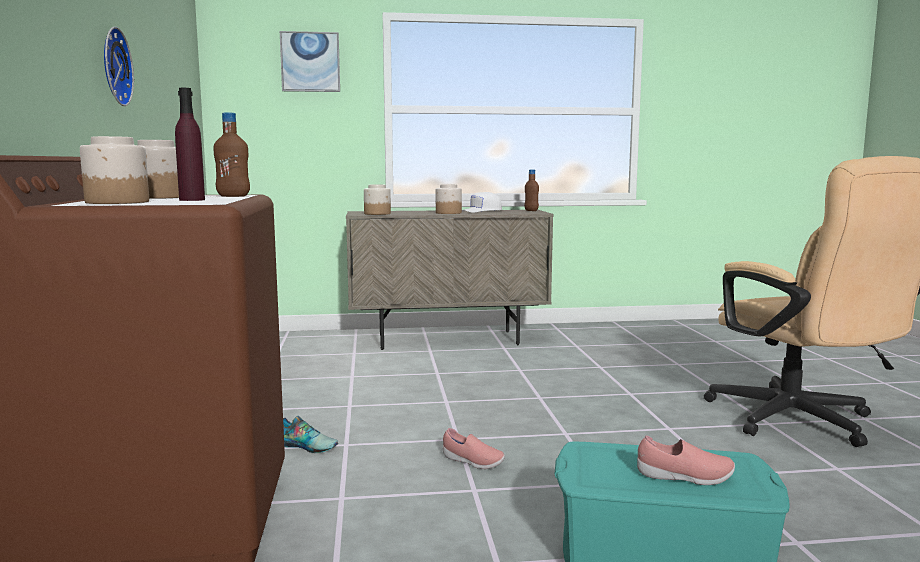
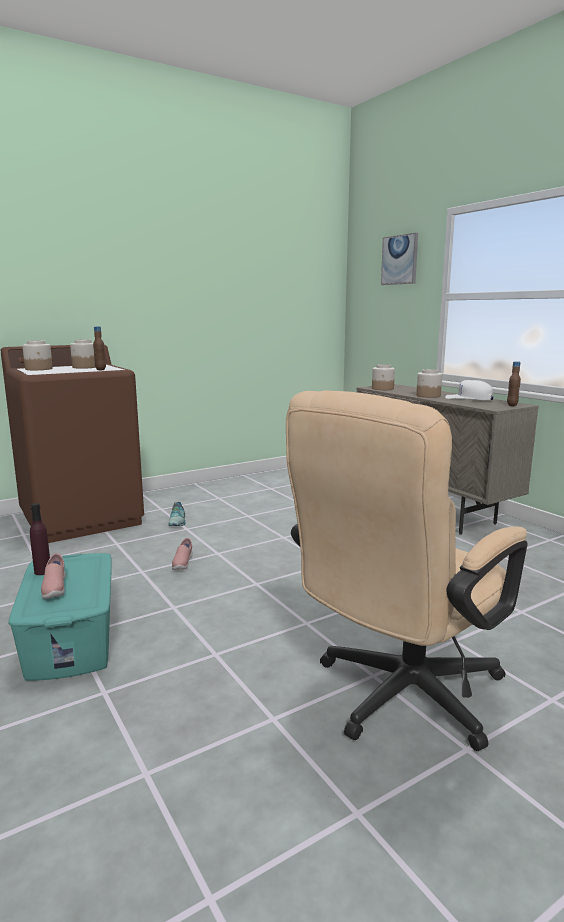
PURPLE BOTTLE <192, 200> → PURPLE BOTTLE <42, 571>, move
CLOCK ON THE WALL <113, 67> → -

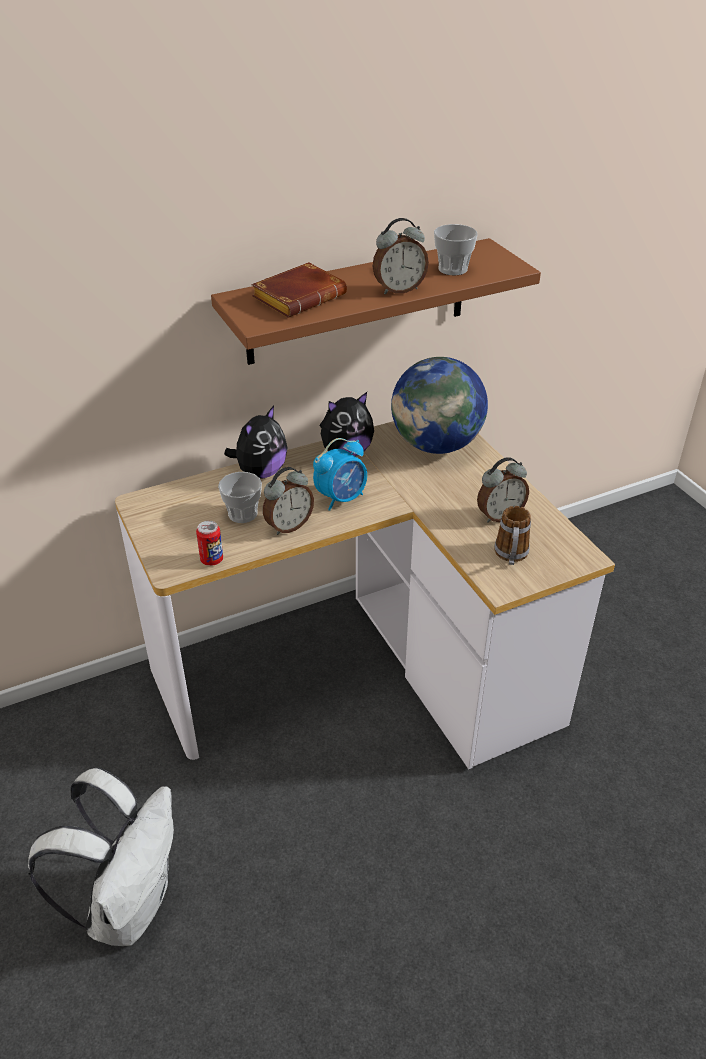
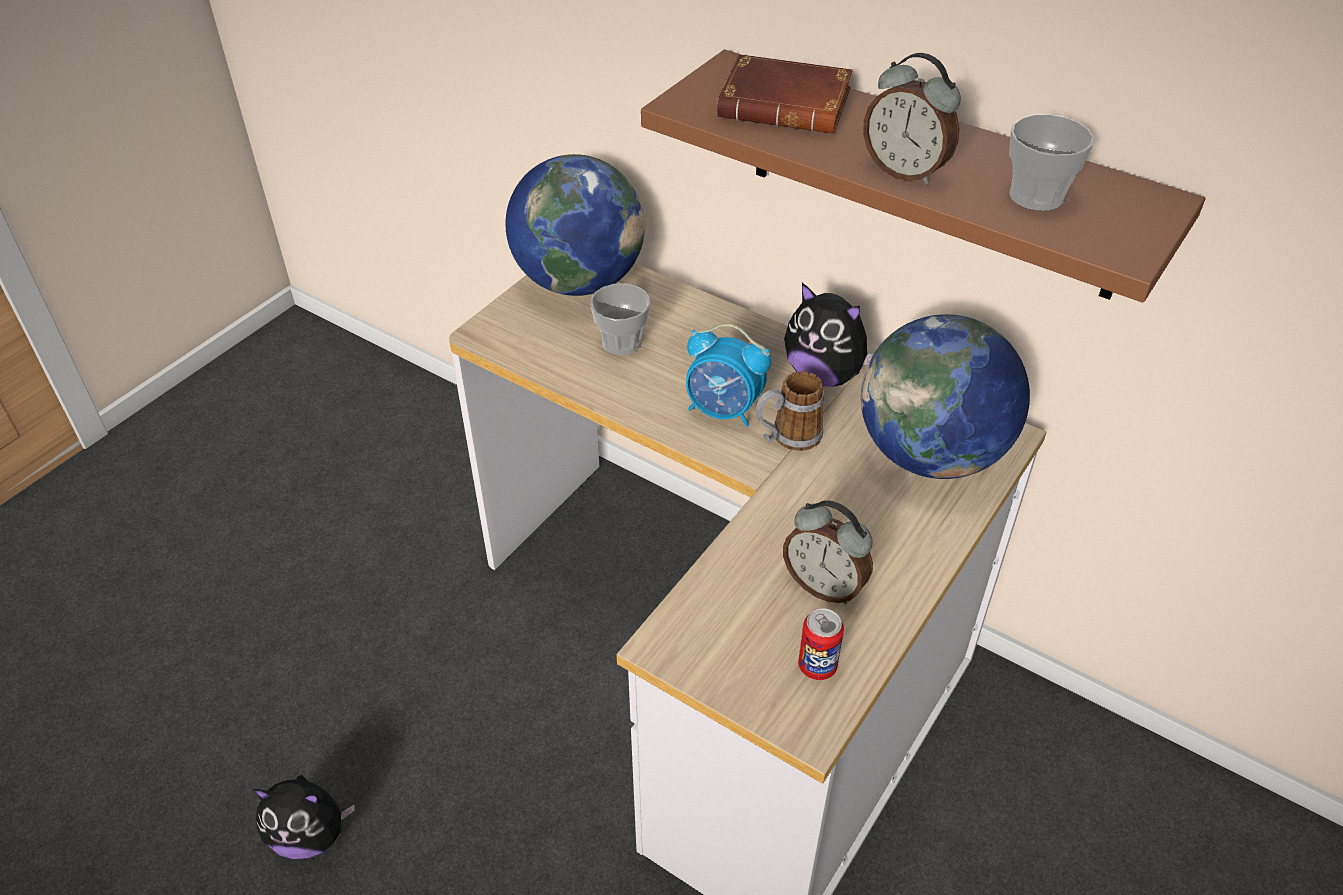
PLUSH TOY <260, 472> → PLUSH TOY <310, 835>, move
- → GLOBE <579, 281>
TEA MUG <511, 556> → TEA MUG <787, 438>, move
SEALED CAN <212, 560> → SEALED CAN <817, 666>, move
WHITISH RUCKSACK <128, 903> → -
BEDSIDE CLOCK <288, 526> → -

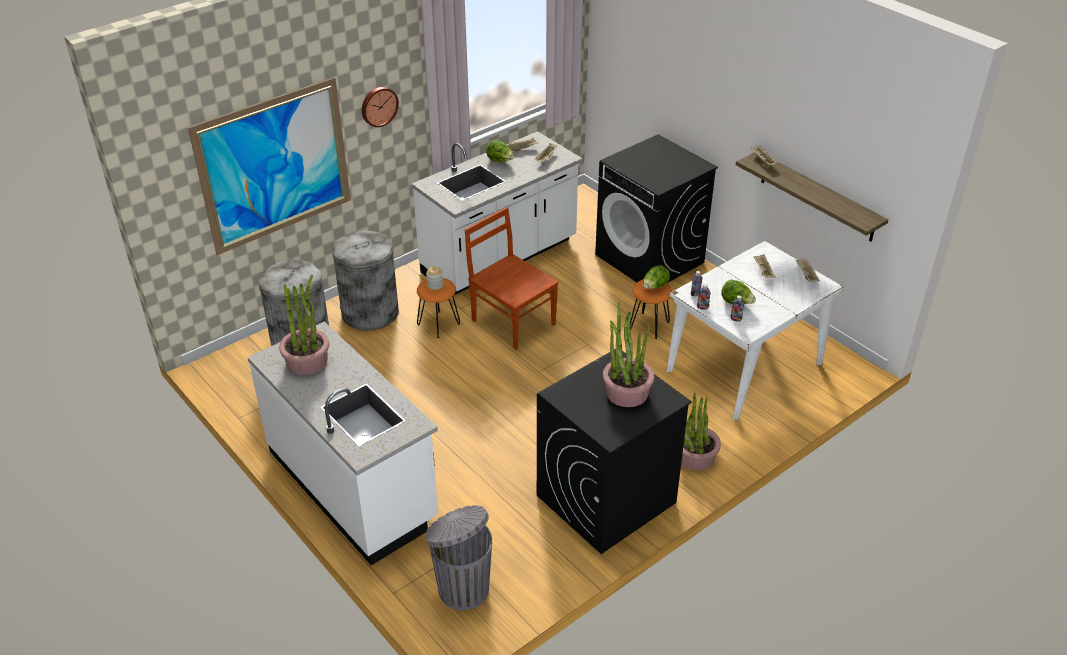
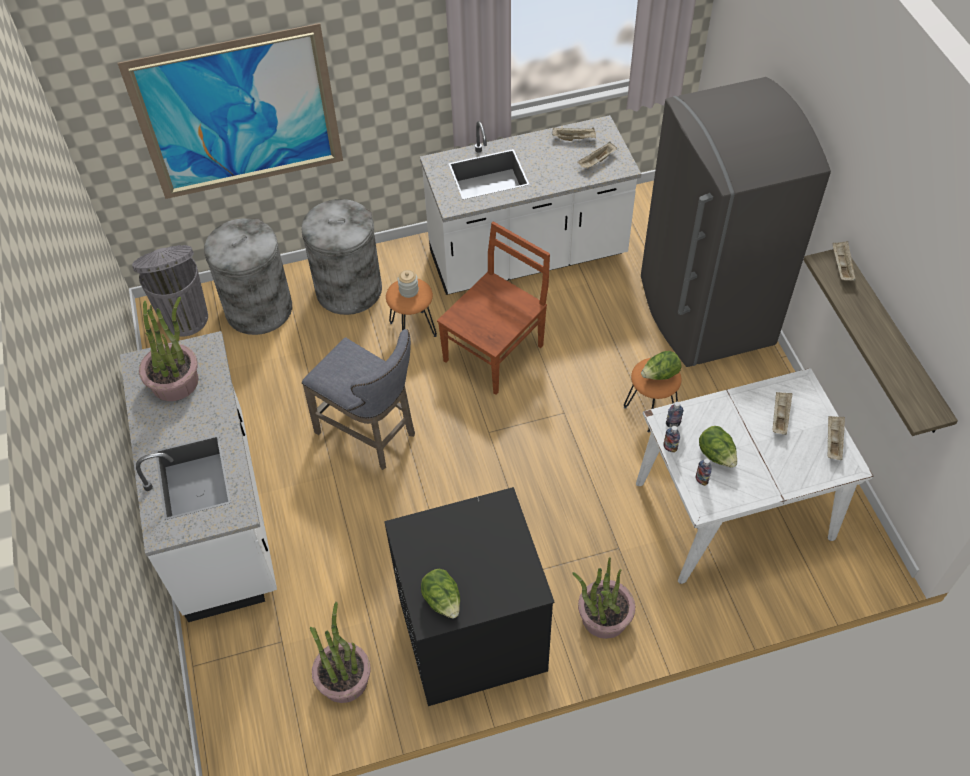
GREYISH TRASH CAN <462, 588> → GREYISH TRASH CAN <185, 317>, move
- → GREYISH STOOL SEAT <371, 434>
POTTED PLANT <626, 392> → POTTED PLANT <344, 679>, move
HEAD OF LETTUCE <500, 161> → HEAD OF LETTUCE <442, 600>, move
BROWN-COLOURED PLAIN CHAIR <512, 321> → BROWN-COLOURED PLAIN CHAIR <495, 351>, 60 degrees clockwise
BLACK-COLOURED WASHING MACHINE <650, 259> → GREYISH REFRIGERATOR <704, 312>
CLOCK ON THE WALL <378, 106> → -

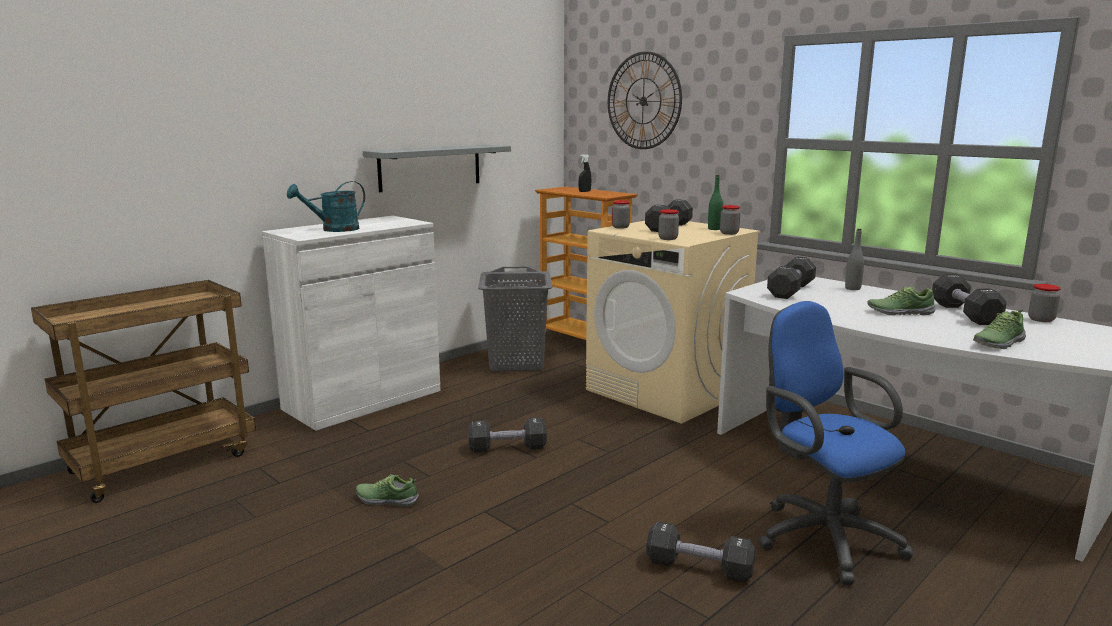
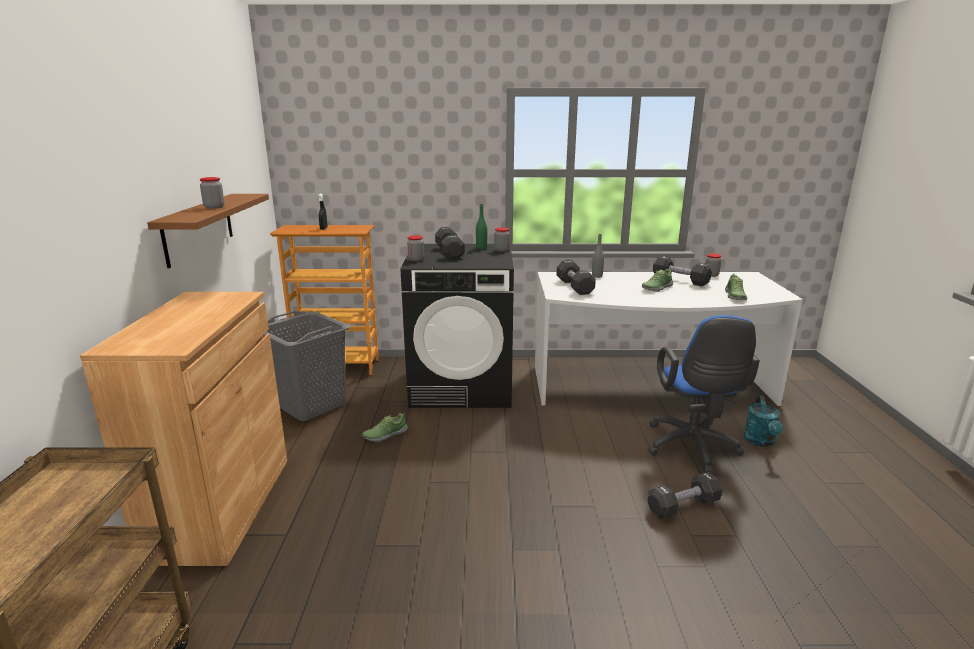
WHITISH CUPBOARD <363, 400> → BROWN-COLOURED CUPBOARD <221, 506>
GREYISH BRACKET SHELF <430, 167> → BROWN-COLOURED BRACKET SHELF <199, 228>
JAR <668, 238> → JAR <214, 207>, move
ITEM OF FOOTWEAR <387, 500> → ITEM OF FOOTWEAR <385, 435>, move
BEIGE-COLOURED WASHING MACHINE <667, 391> → BLACK-COLOURED WASHING MACHINE <462, 385>
BLUE DESK CHAIR <821, 536> → BLUE DESK CHAIR <692, 449>, 105 degrees counterclockwise
BLUE-GREEN WATERING POT <334, 229> → BLUE-GREEN WATERING POT <761, 442>, move
BLACK-COLOURED DUMBBELL <507, 448> → -
CLOCK ON THE WALL <643, 101> → -

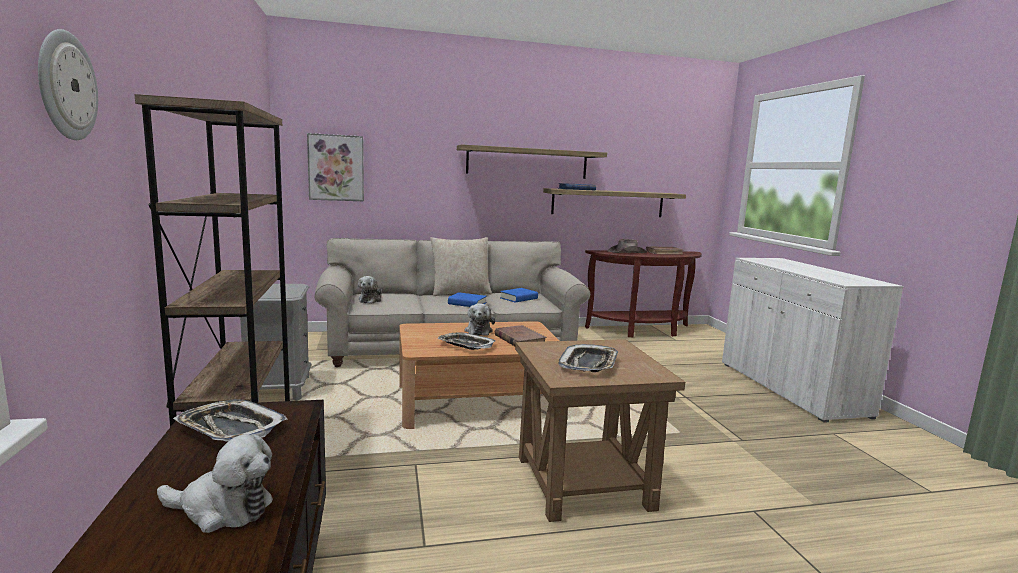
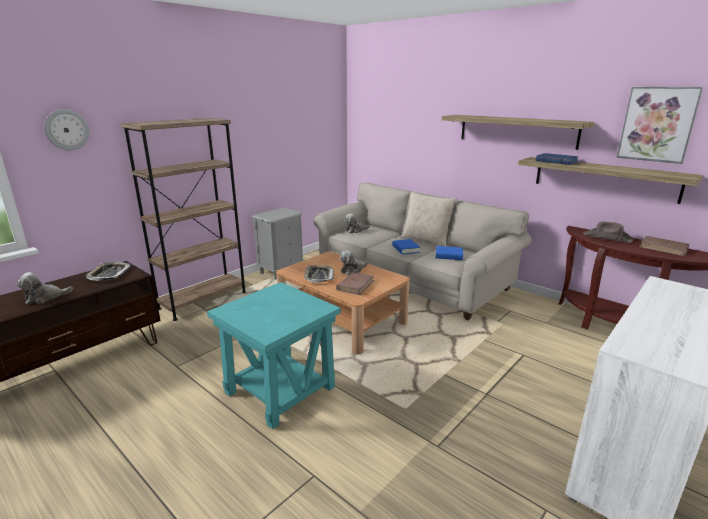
PLUSH TOY <222, 509> → PLUSH TOY <44, 297>, 90 degrees clockwise
BROWN-COLOURED ACCENT TABLE <584, 482> → BLUE-GREEN ACCENT TABLE <280, 390>
PICTURE <336, 168> → PICTURE <657, 124>, move
SERVING TRAY <589, 364> → -

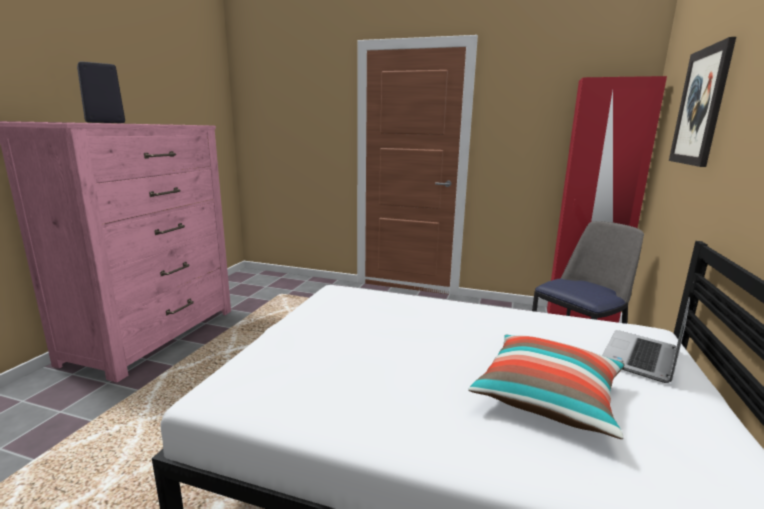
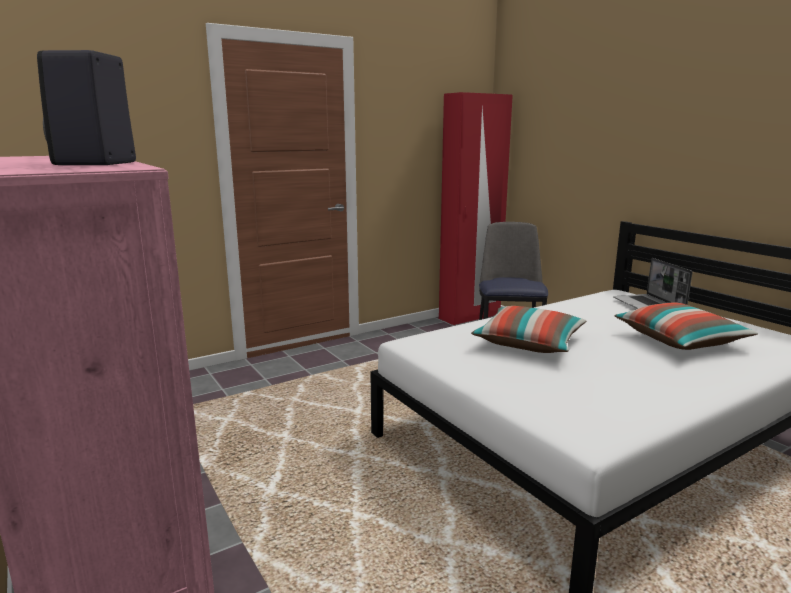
- → THROW PILLOW <529, 343>
PICTURE <700, 107> → -

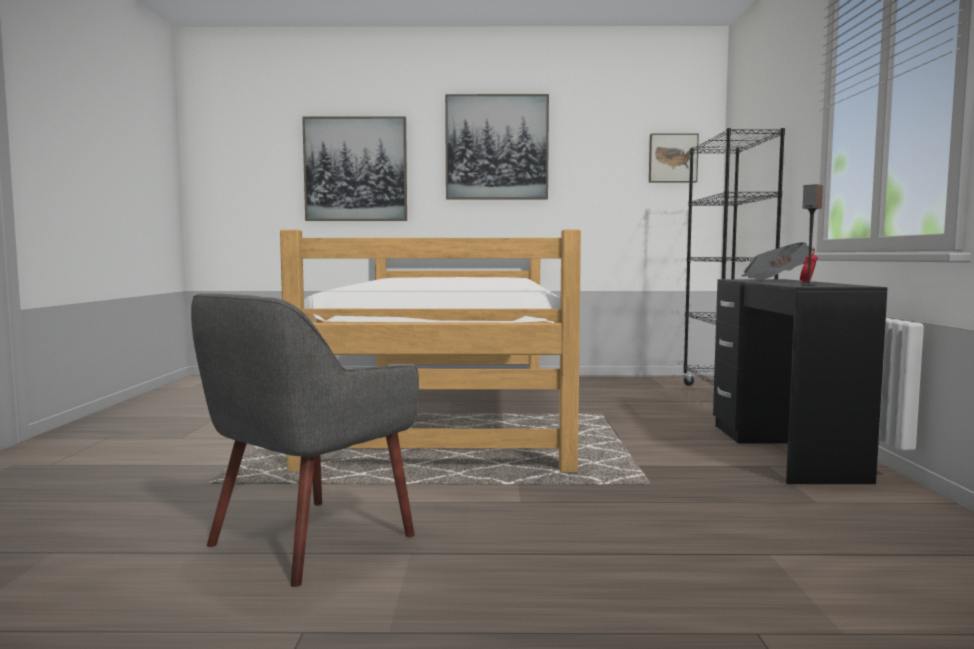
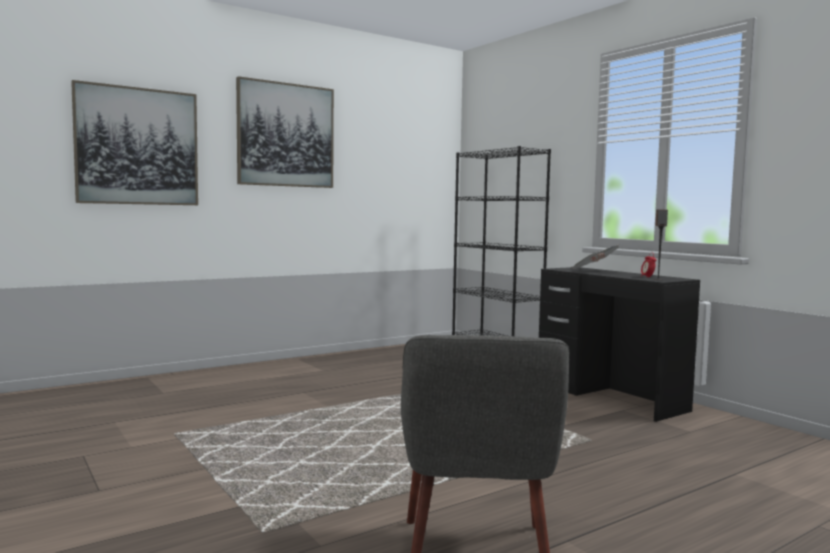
SLEEPING BED <450, 410> → -
PICTURE <672, 158> → -

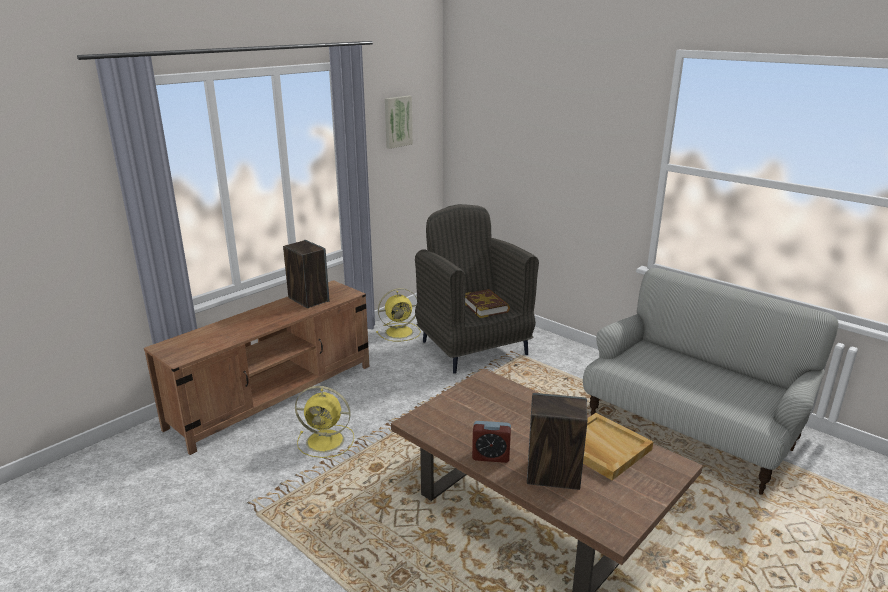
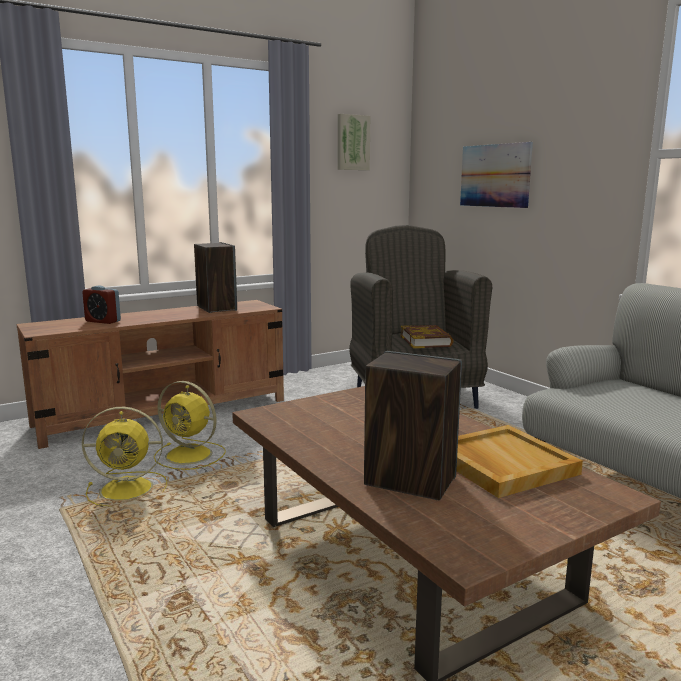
BEDSIDE CLOCK <491, 456> → BEDSIDE CLOCK <103, 321>, move
YELLOW-COLOURED FAN <400, 332> → YELLOW-COLOURED FAN <129, 489>, move
- → PICTURE <494, 175>

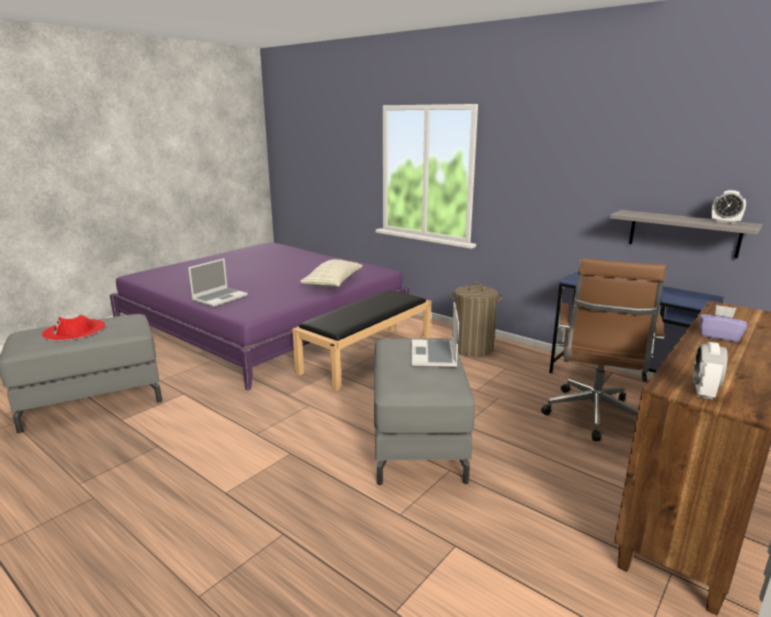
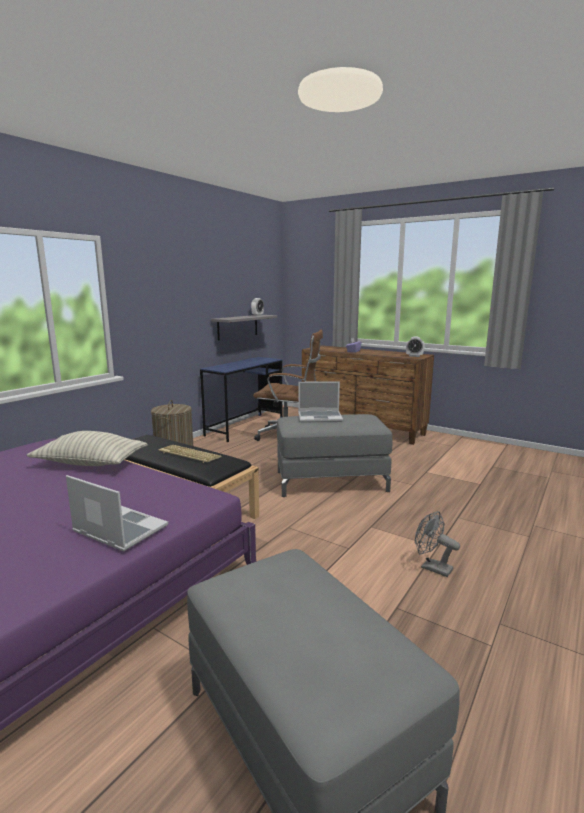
- → COMPUTER KEYBOARD <188, 455>
- → GREYISH FAN <432, 567>
RED WEARABLE HAT <74, 330> → -

